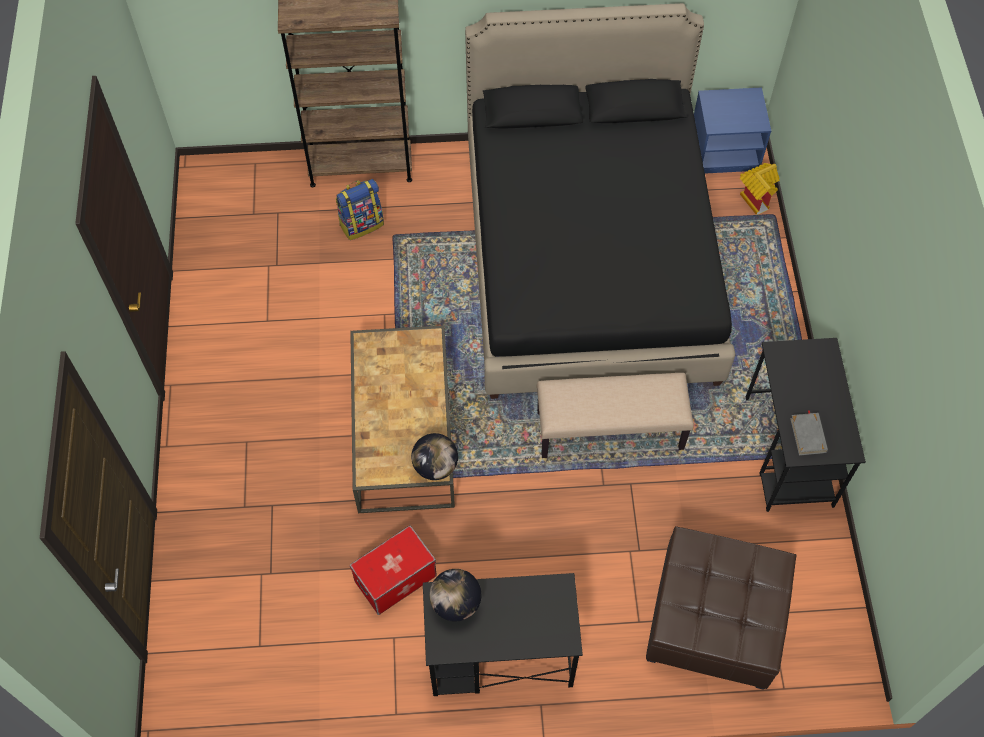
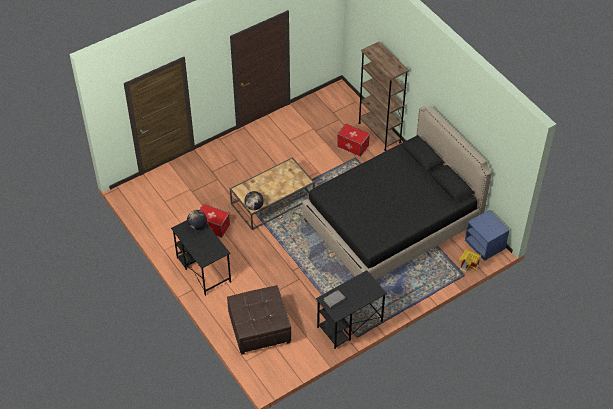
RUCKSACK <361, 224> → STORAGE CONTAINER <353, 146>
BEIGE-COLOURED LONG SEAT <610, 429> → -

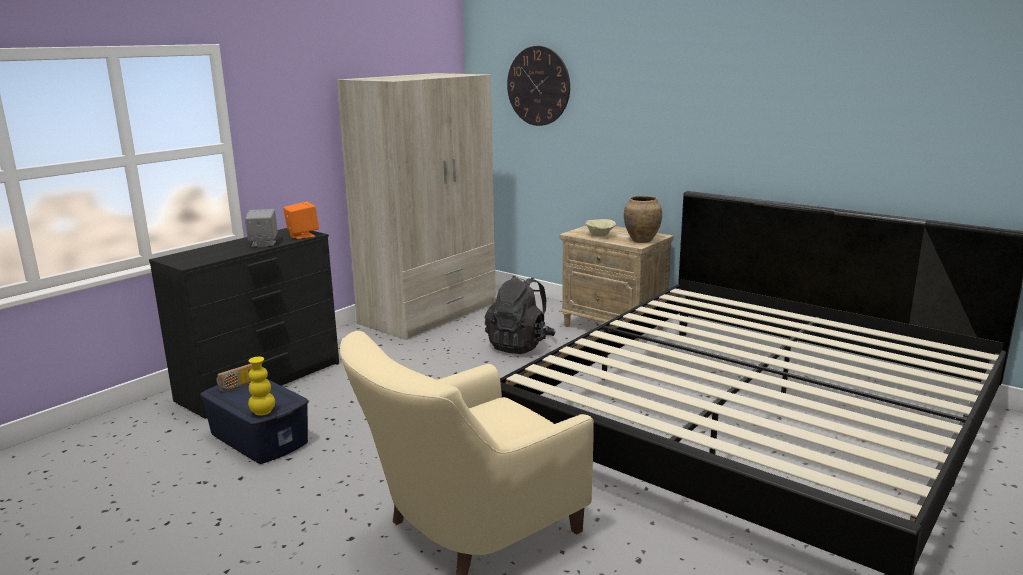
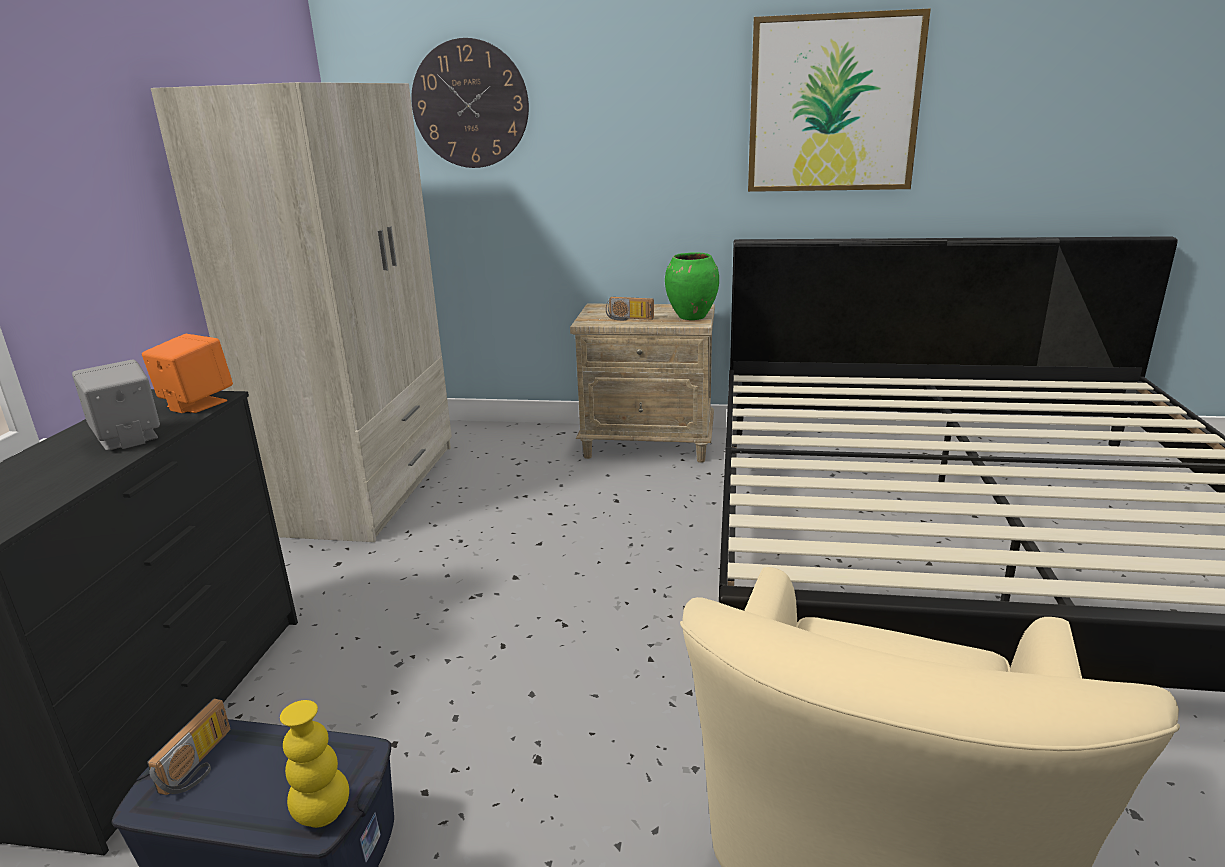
BEIGE-COLOURED BOWL <600, 235> → RADIO <628, 319>
BROWN-COLOURED VASE <641, 240> → GREENISH VASE <692, 317>
- → PICTURE <833, 104>
BLACK-COLOURED RUCKSACK <520, 345> → -

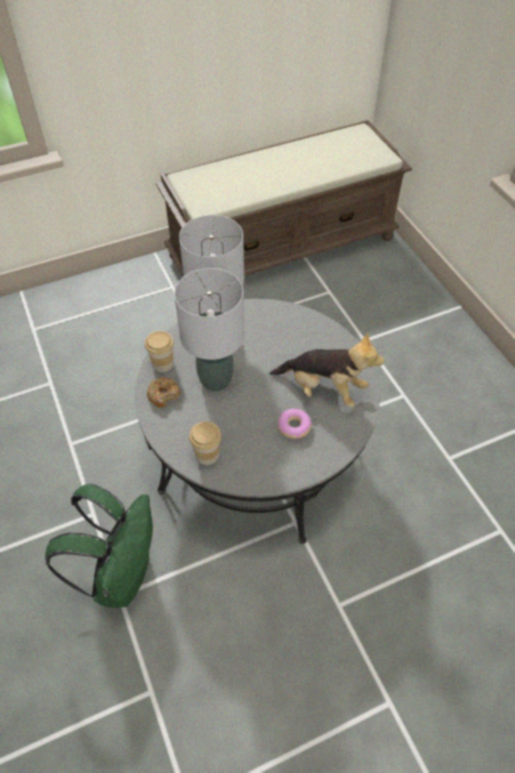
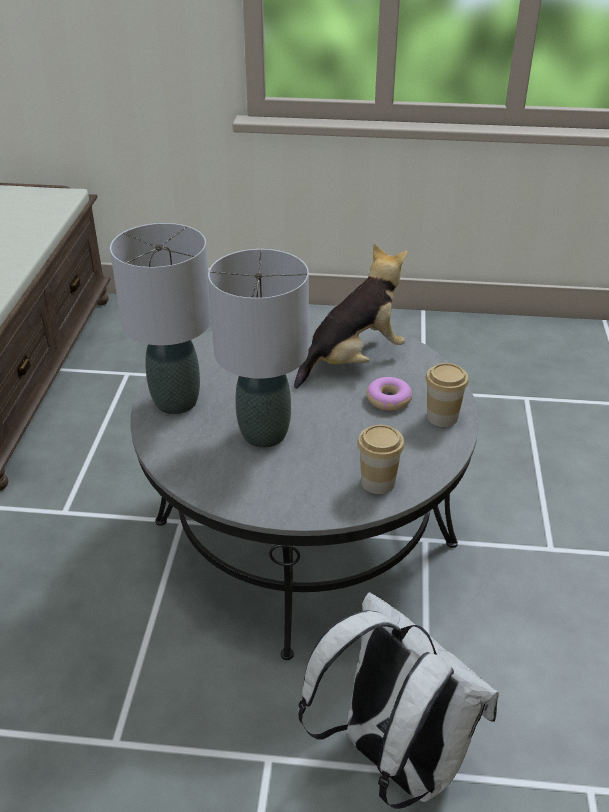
GREENISH RUCKSACK <121, 574> → WHITISH RUCKSACK <392, 758>
SMALL CUP <163, 364> → SMALL CUP <442, 417>, move
RING DOUGHNUT <163, 395> → -

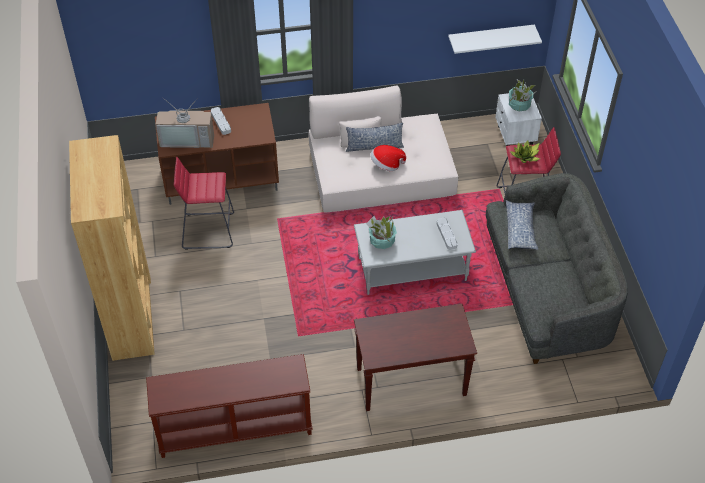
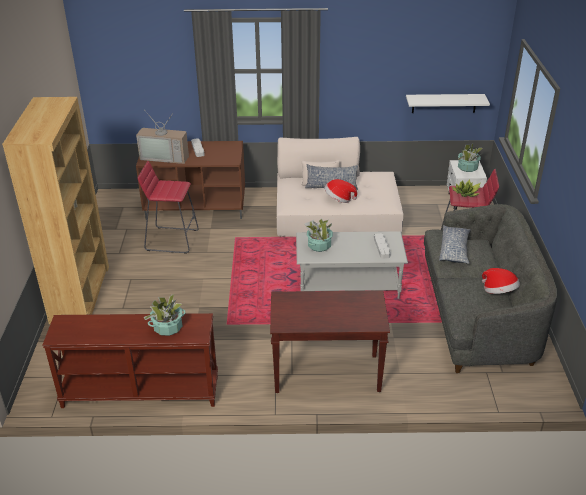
- → POTTED PLANT <168, 327>
- → WEARABLE HAT <499, 292>

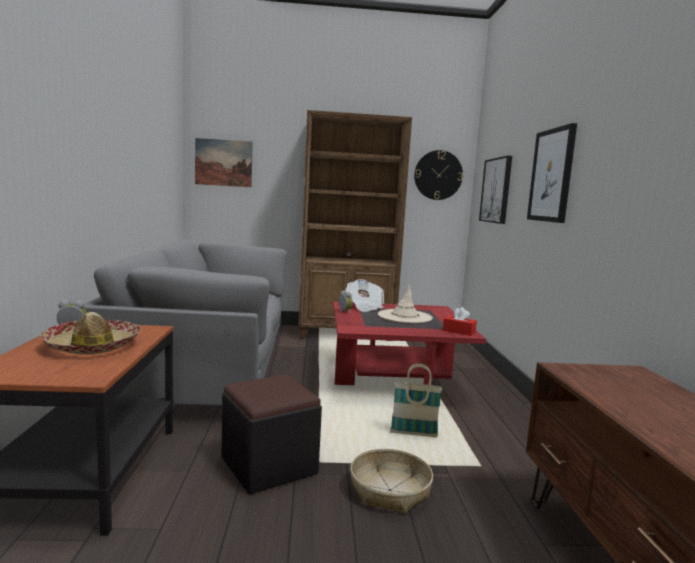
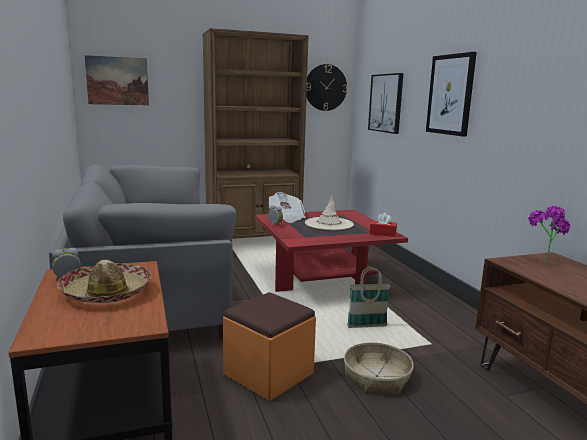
BLACK-COLOURED OTTOMAN <269, 466> → ORANGE-COLOURED OTTOMAN <268, 374>
- → POTTED PLANT <543, 260>

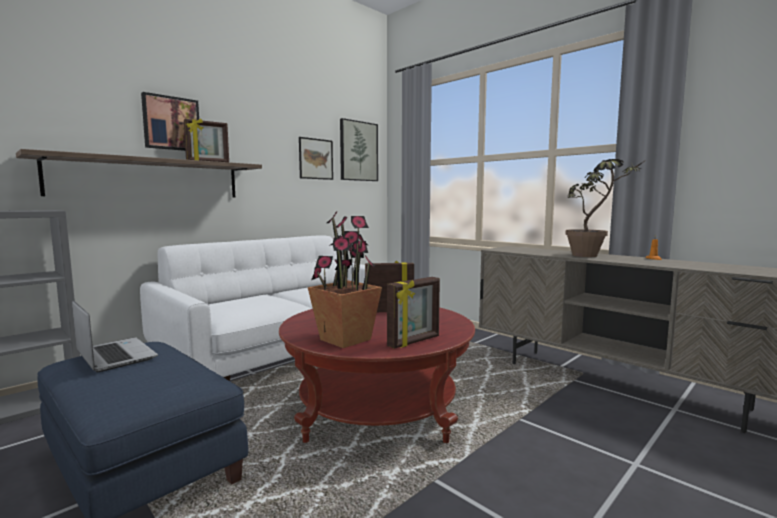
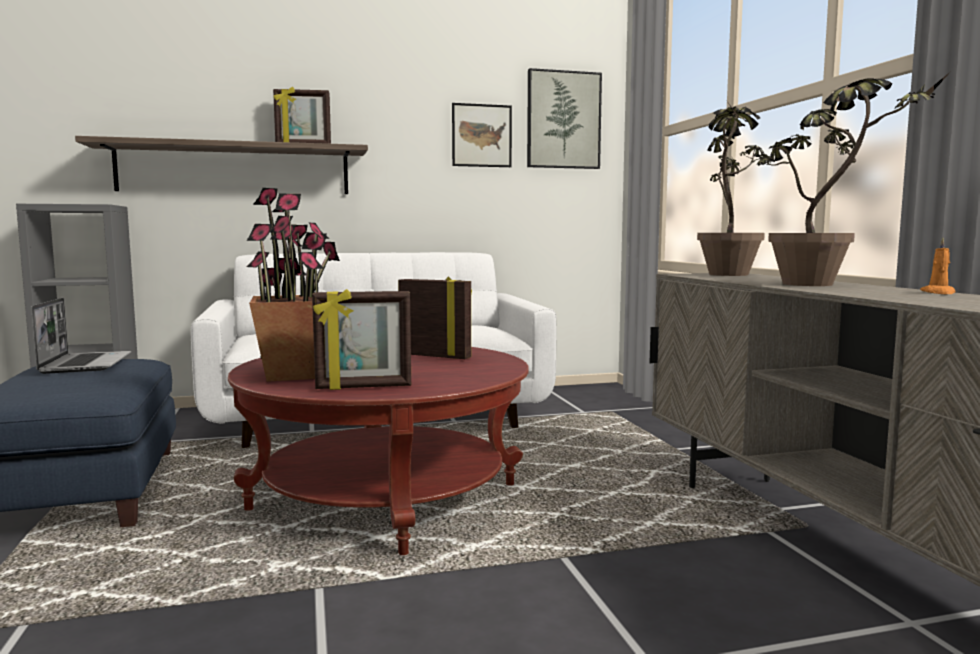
- → POTTED PLANT <727, 275>
PICTURE <171, 123> → -

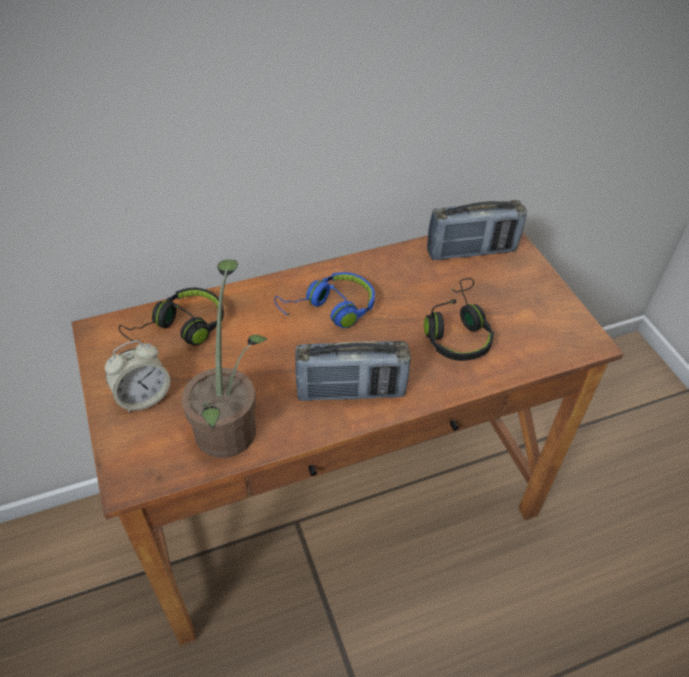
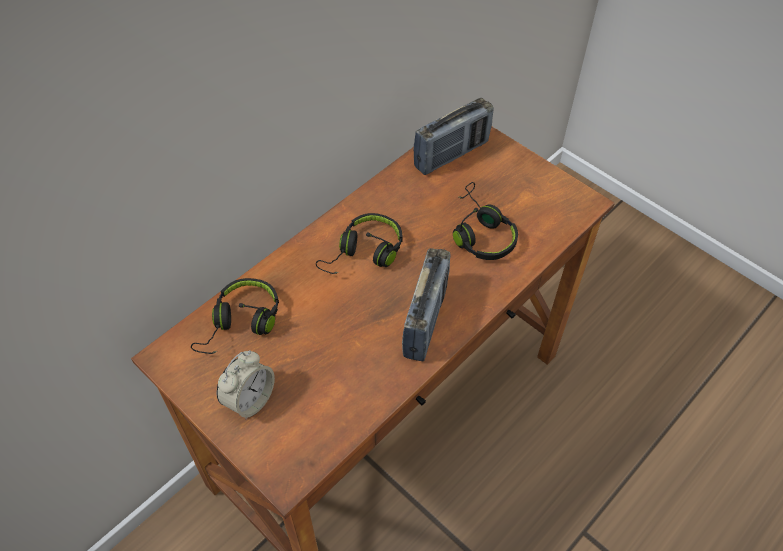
BLUE HEADPHONES <330, 309> → BLACK-COLOURED HEADPHONES <364, 253>
RADIO <351, 391> → RADIO <425, 320>, 45 degrees counterclockwise
POTTED PLANT <230, 423> → -

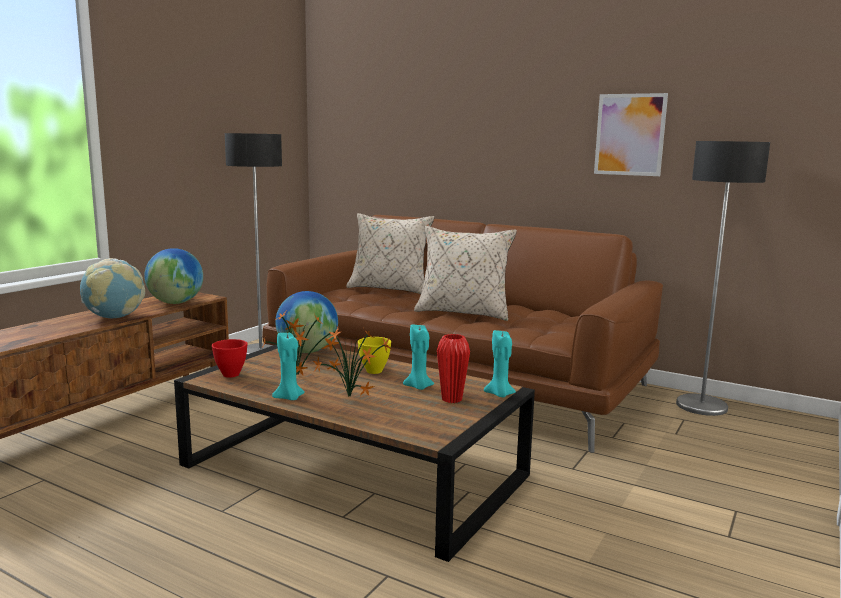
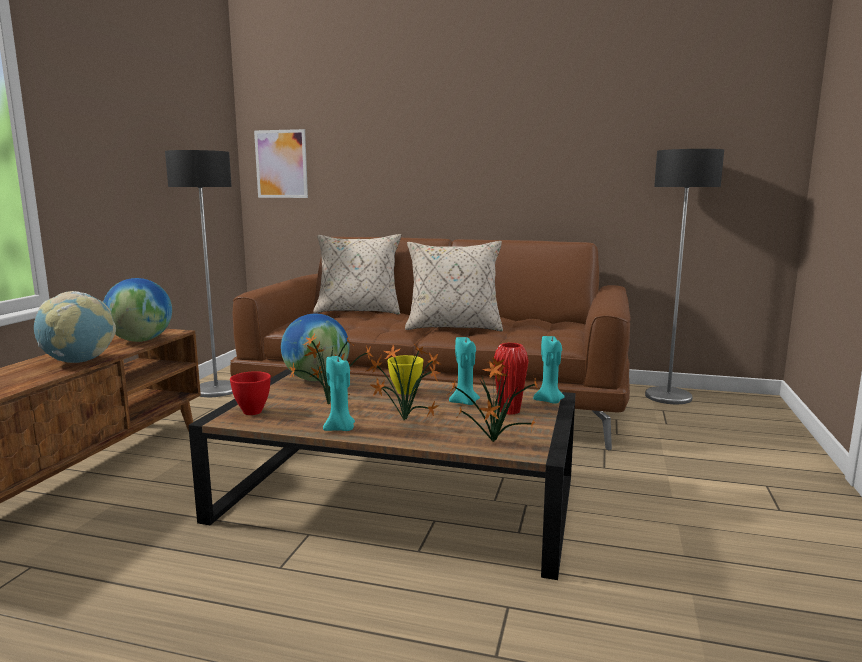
PICTURE <630, 134> → PICTURE <281, 164>, move
- → POTTED PLANT <490, 442>

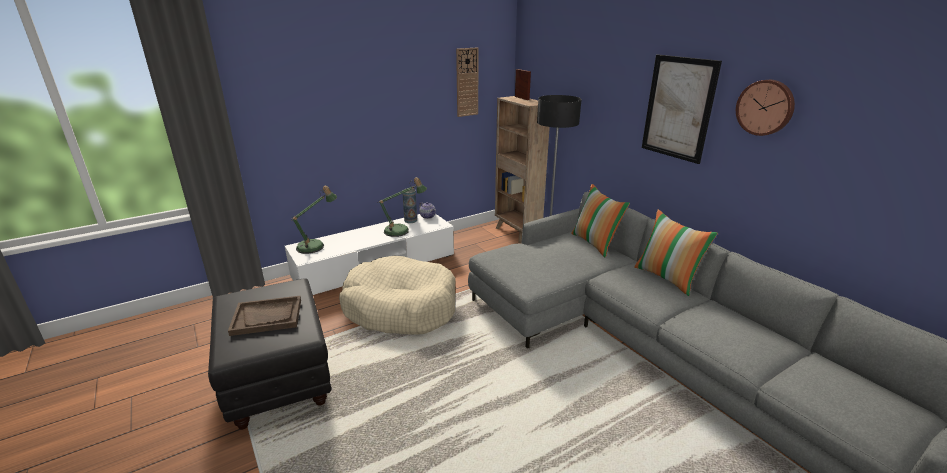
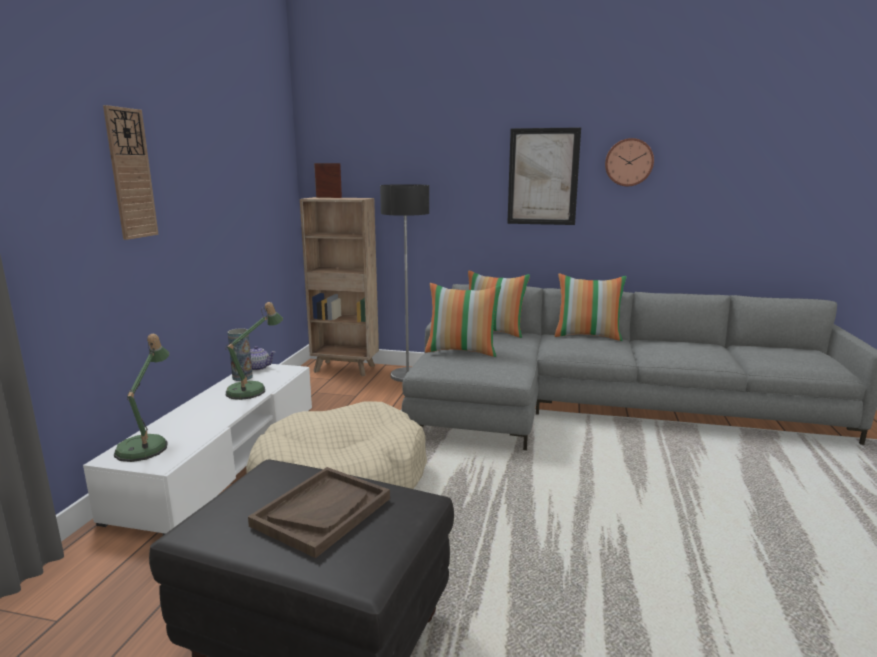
CLOCK ON THE WALL <467, 82> → CLOCK ON THE WALL <130, 174>, move
- → THROW PILLOW <462, 351>

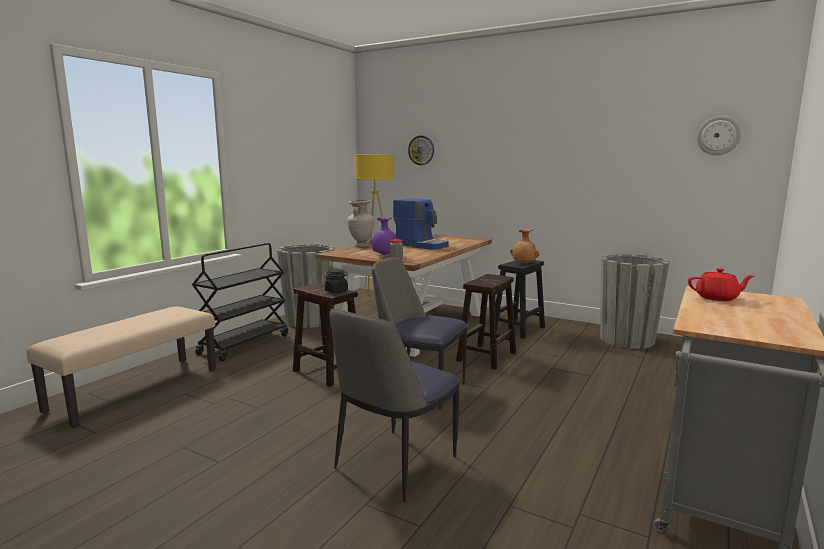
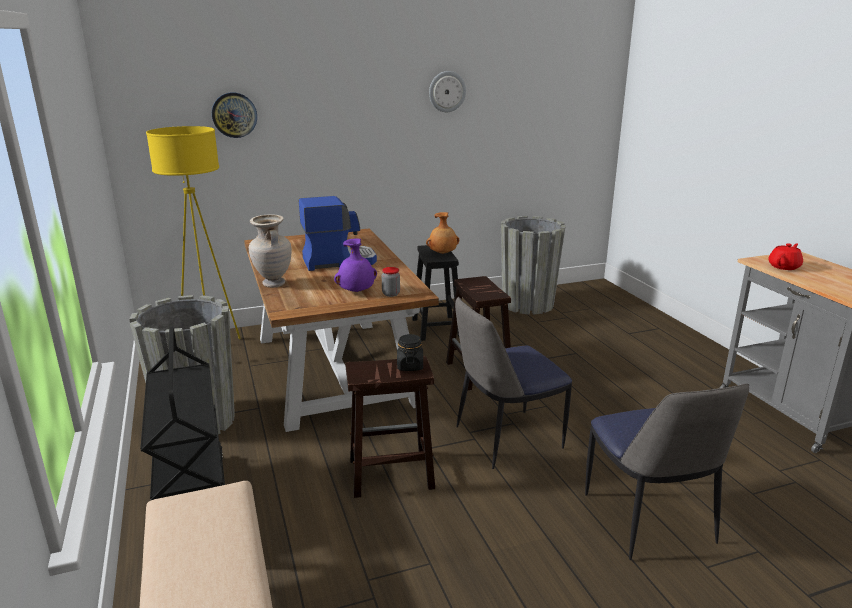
CLOCK ON THE WALL <718, 135> → CLOCK ON THE WALL <447, 91>, move

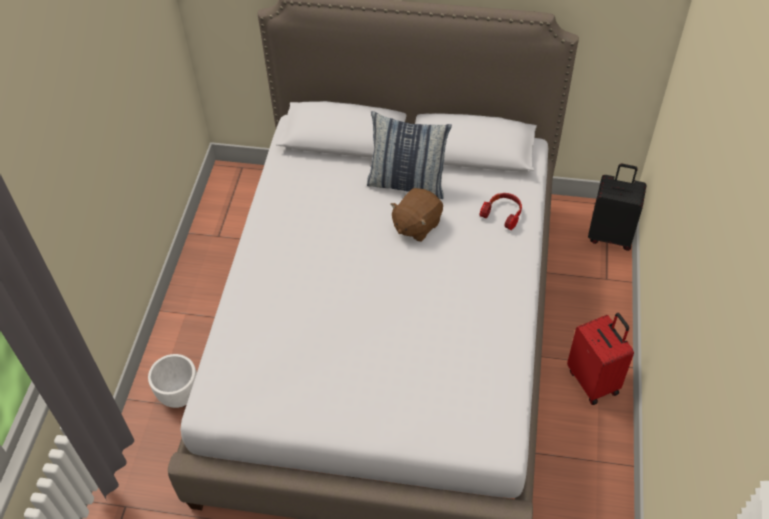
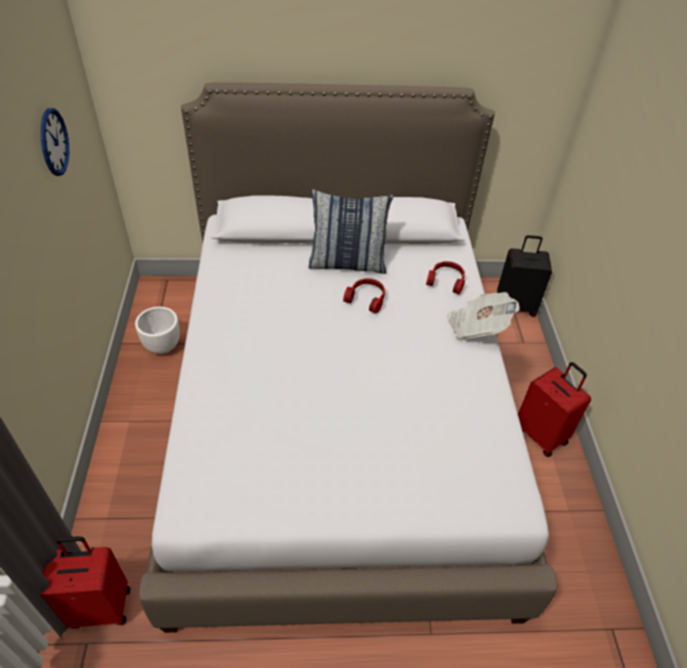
- → CLOCK ON THE WALL <54, 142>
- → RED SUITCASE <100, 606>
WHITISH PLANTER <180, 396> → WHITISH PLANTER <163, 346>, move
BROWN-COLOURED PLUSH TOY <416, 225> → HEADPHONES <366, 299>
- → PRINTED PAPER <477, 327>

